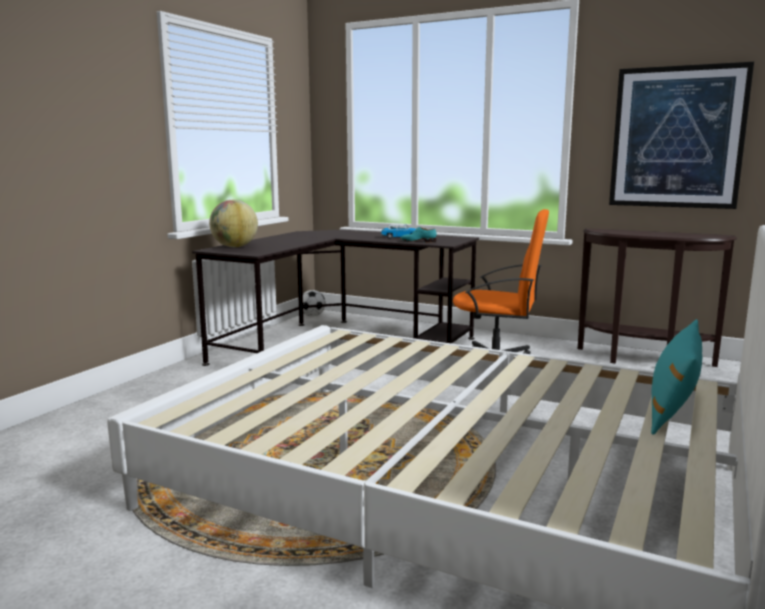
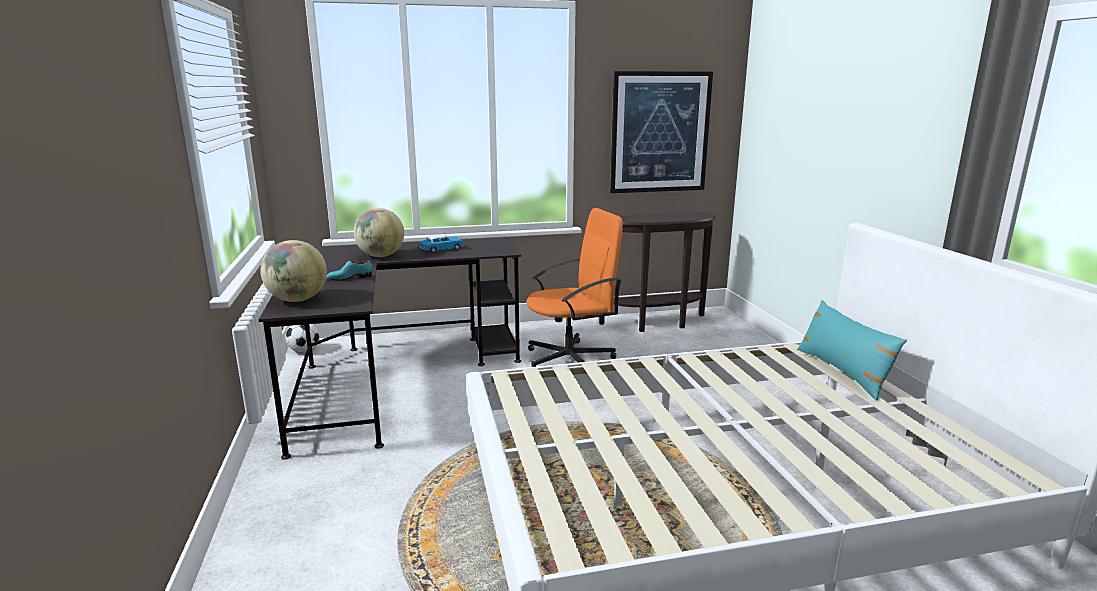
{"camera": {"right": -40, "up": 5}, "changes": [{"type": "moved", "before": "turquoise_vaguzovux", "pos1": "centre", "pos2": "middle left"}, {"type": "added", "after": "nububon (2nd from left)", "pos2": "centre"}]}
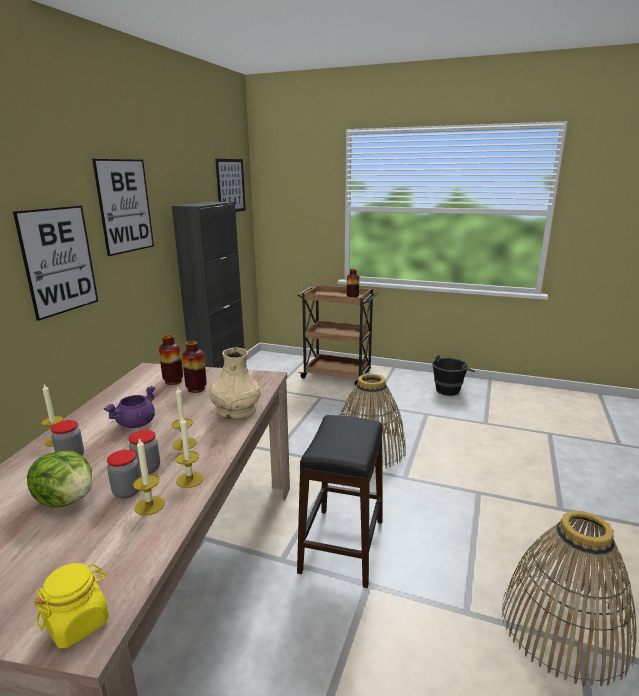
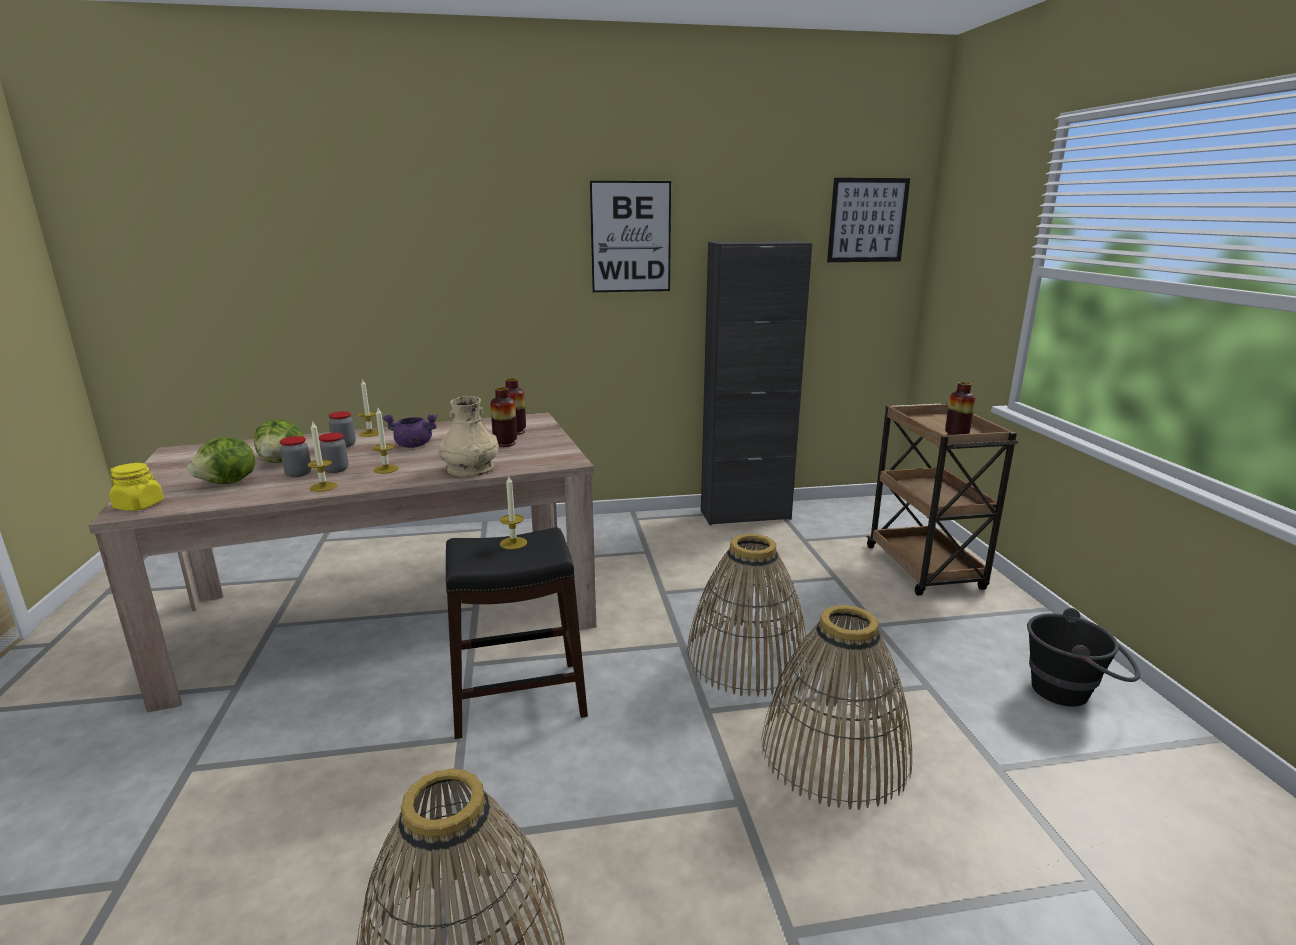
{"camera": {"right": 60, "up": 0}, "changes": [{"type": "removed", "before": "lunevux (1st from left)", "pos1": "middle left"}, {"type": "moved", "before": "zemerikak (2nd from left in the first image)", "after": "zemerikak (4th from left)", "pos1": "bottom left", "pos2": "centre"}, {"type": "added", "after": "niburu (1st from left)", "pos2": "middle left"}, {"type": "added", "after": "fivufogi (3rd from left)", "pos2": "bottom centre"}]}
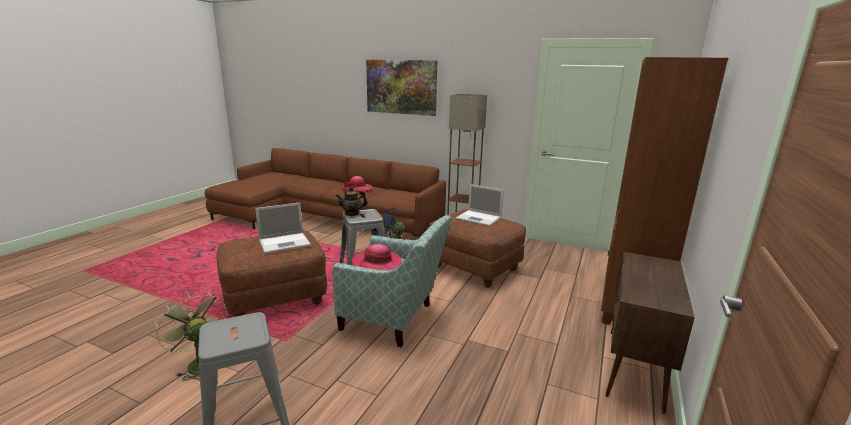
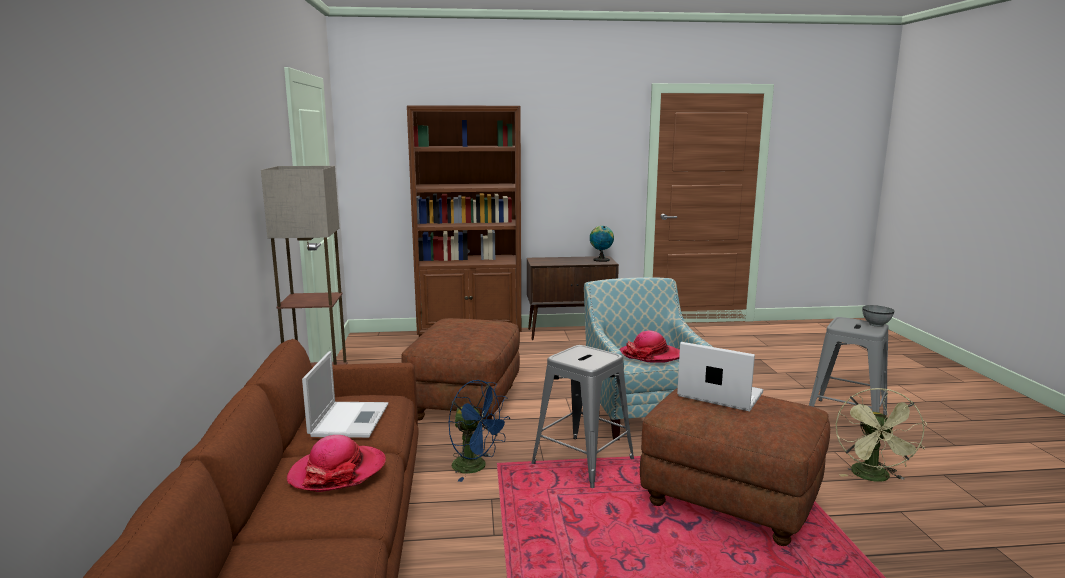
{"camera": {"right": -120, "up": -5}, "changes": [{"type": "removed", "before": "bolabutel", "pos1": "centre"}, {"type": "removed", "before": "lunevux", "pos1": "top centre"}, {"type": "moved", "before": "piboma (2nd from left in the first image)", "after": "piboma (1st from left)", "pos1": "centre", "pos2": "bottom left"}, {"type": "added", "after": "nububon", "pos2": "centre"}, {"type": "added", "after": "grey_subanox", "pos2": "middle right"}]}
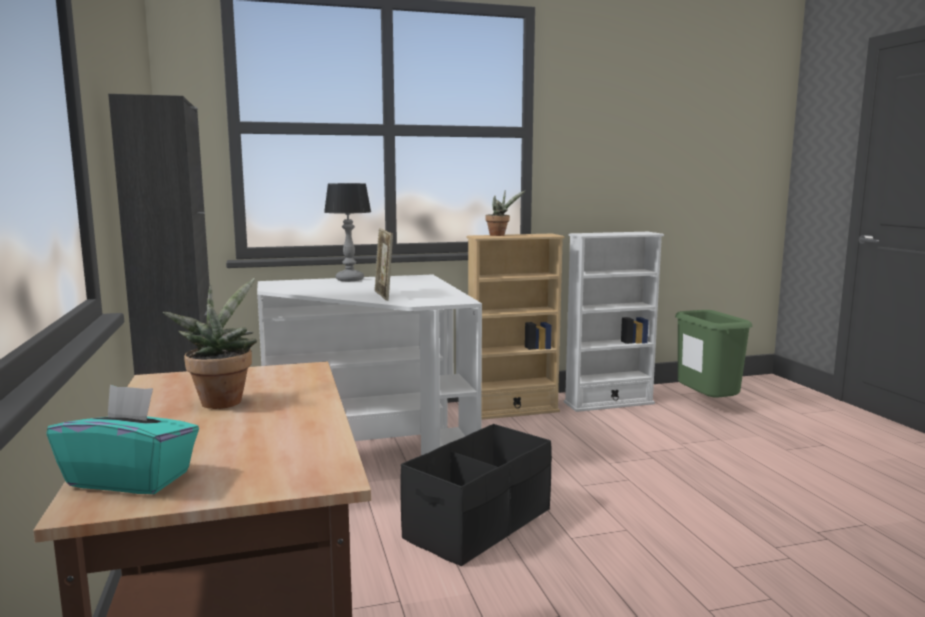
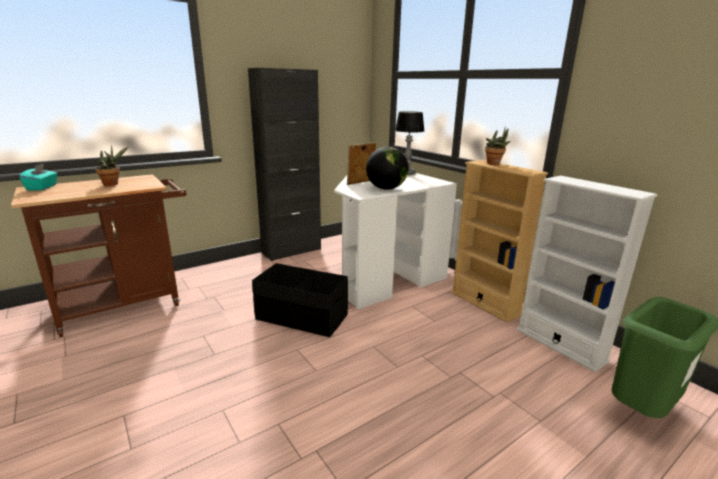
{"camera": {"right": 70, "up": 10}, "changes": [{"type": "added", "after": "nububon", "pos2": "centre"}]}
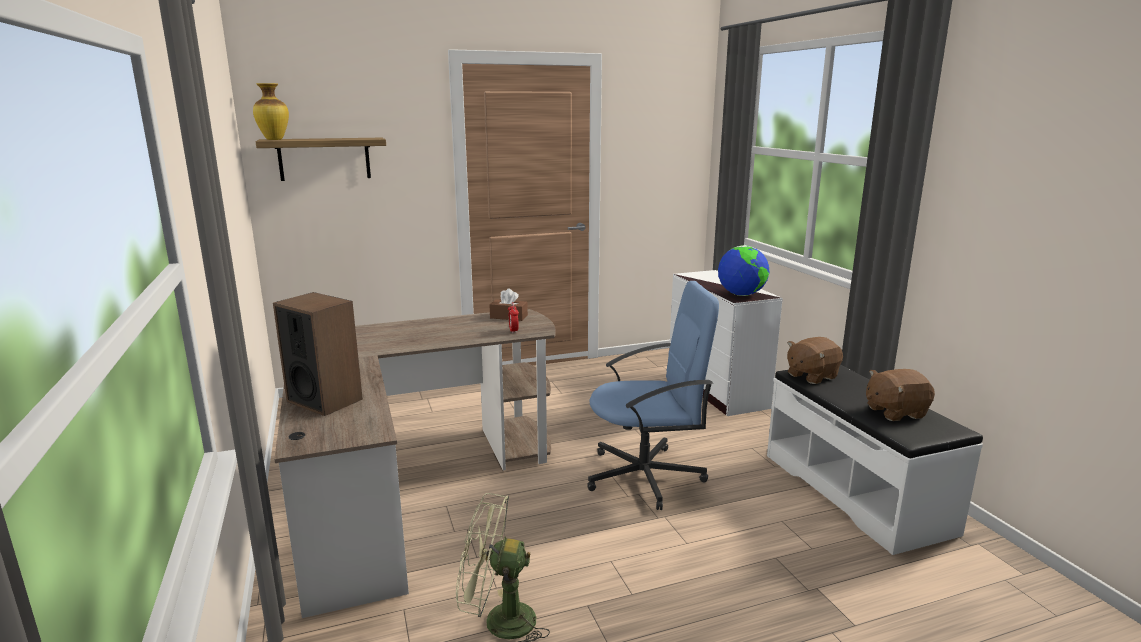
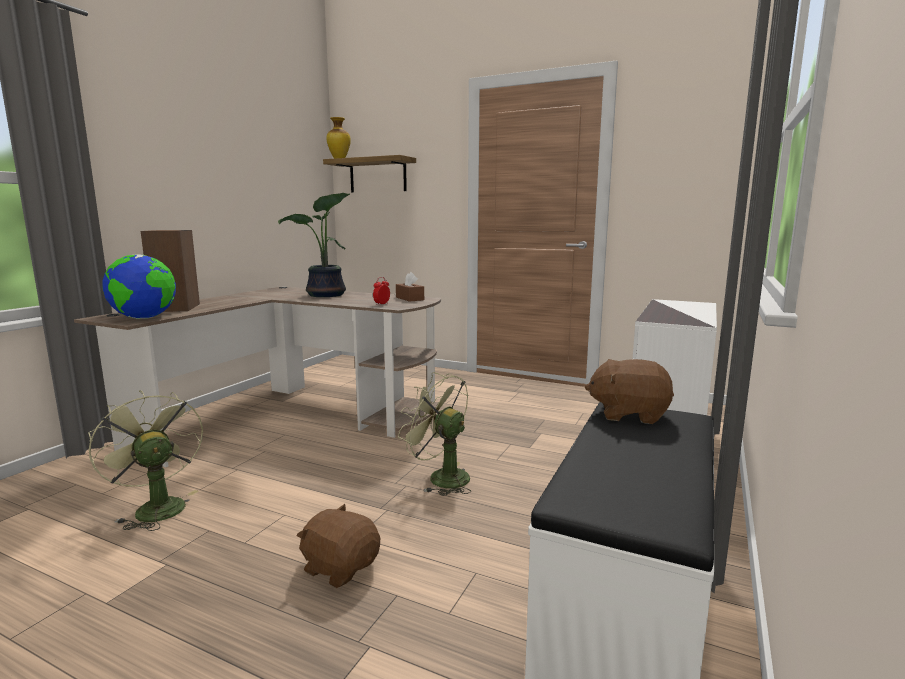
{"camera": {"right": 45, "up": -5}, "changes": [{"type": "replaced", "before": "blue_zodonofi", "after": "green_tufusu (2nd from left)", "pos1": "centre", "pos2": "centre"}, {"type": "moved", "before": "nububon", "pos1": "centre", "pos2": "middle left"}, {"type": "moved", "before": "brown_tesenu (2nd from left in the first image)", "after": "brown_tesenu (1st from left)", "pos1": "middle right", "pos2": "bottom centre"}, {"type": "added", "after": "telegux", "pos2": "centre"}]}
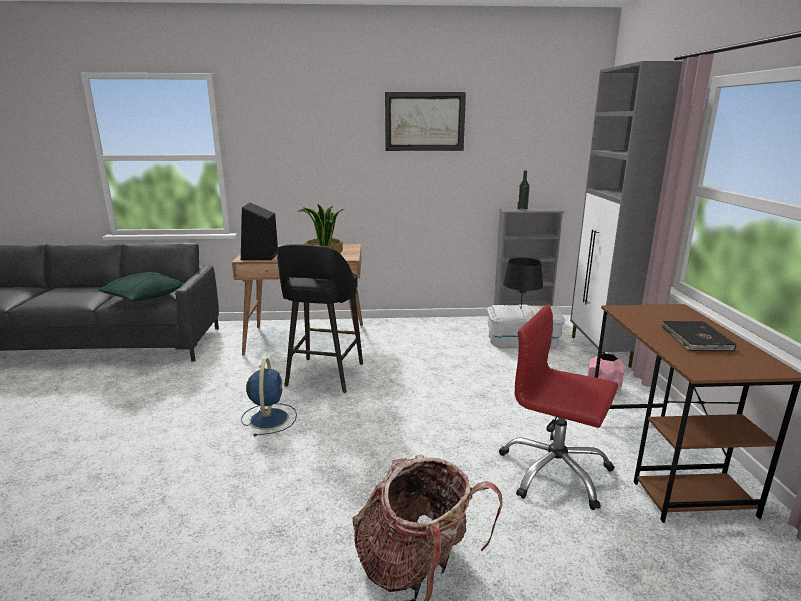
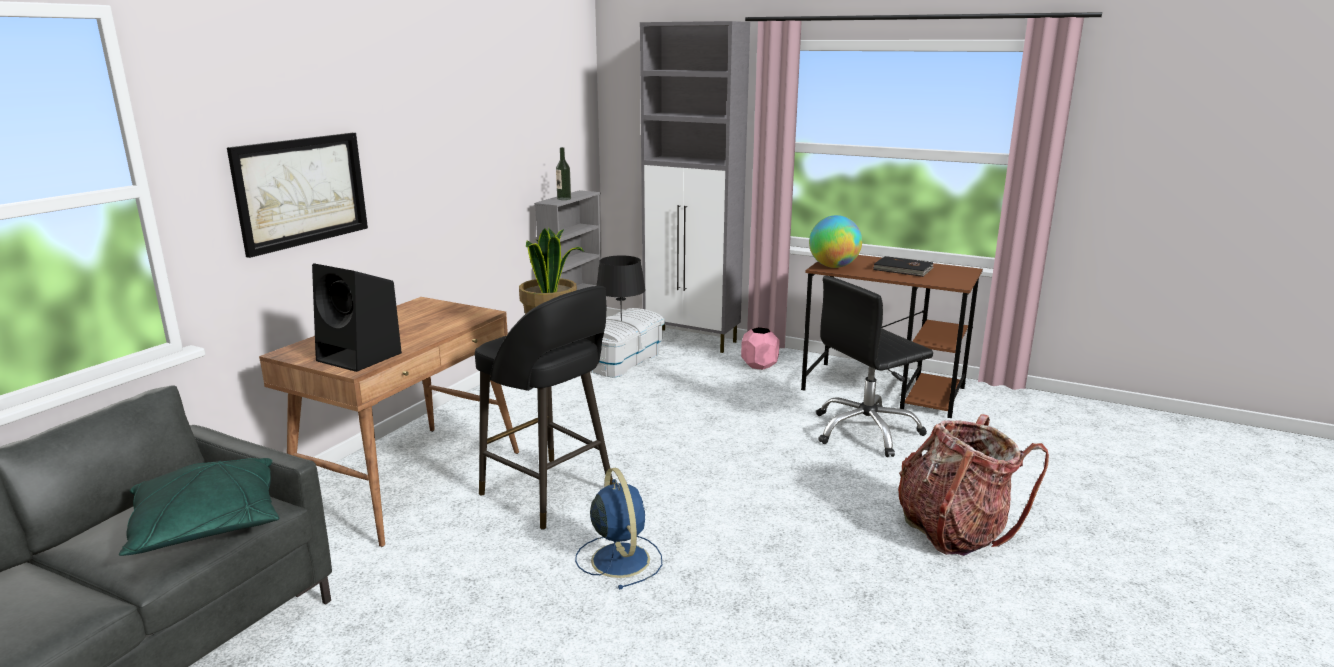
{"camera": {"right": -60, "up": 0}, "changes": [{"type": "turned", "before": "blue_tufusu", "pos1": "centre", "pos2": "bottom centre", "turn": 45}, {"type": "moved", "before": "lunevux", "pos1": "top centre", "pos2": "top left"}, {"type": "recoloured", "before": "red_zodonofi", "after": "black_zodonofi", "pos1": "bottom right", "pos2": "centre"}, {"type": "added", "after": "nububon", "pos2": "centre"}]}
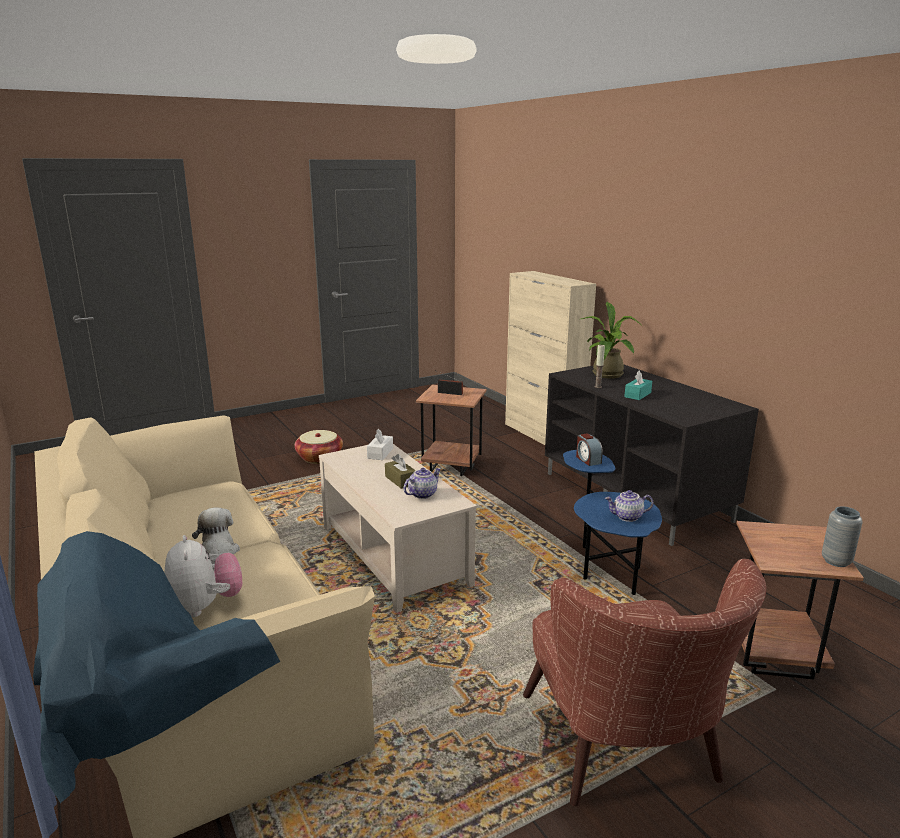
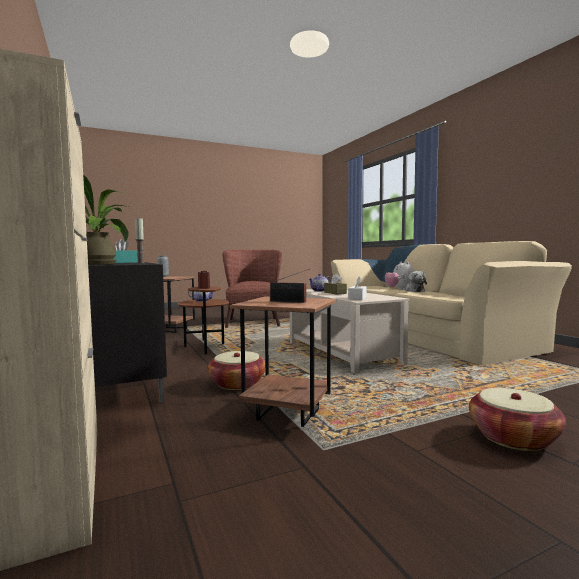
{"camera": {"right": -175, "up": -15}, "changes": [{"type": "recoloured", "before": "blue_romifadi", "after": "brown_romifadi (2nd from left)", "pos1": "middle right", "pos2": "centre"}, {"type": "added", "after": "fivufogi (1st from left)", "pos2": "centre"}]}
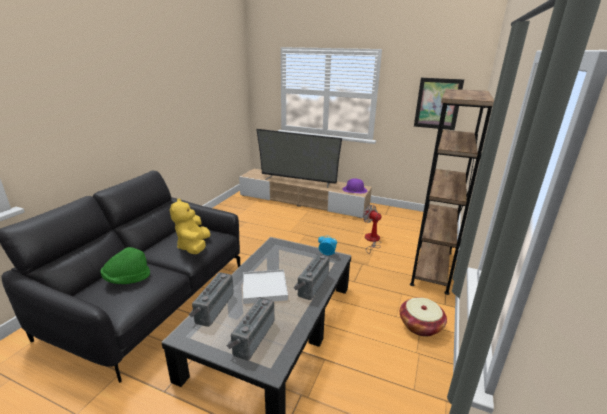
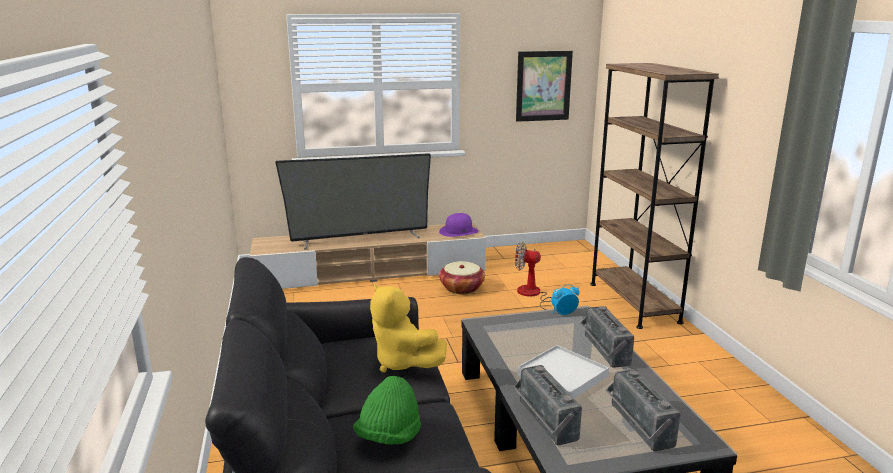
{"camera": {"right": -35, "up": -5}, "changes": [{"type": "moved", "before": "fivufogi", "pos1": "bottom right", "pos2": "centre"}]}
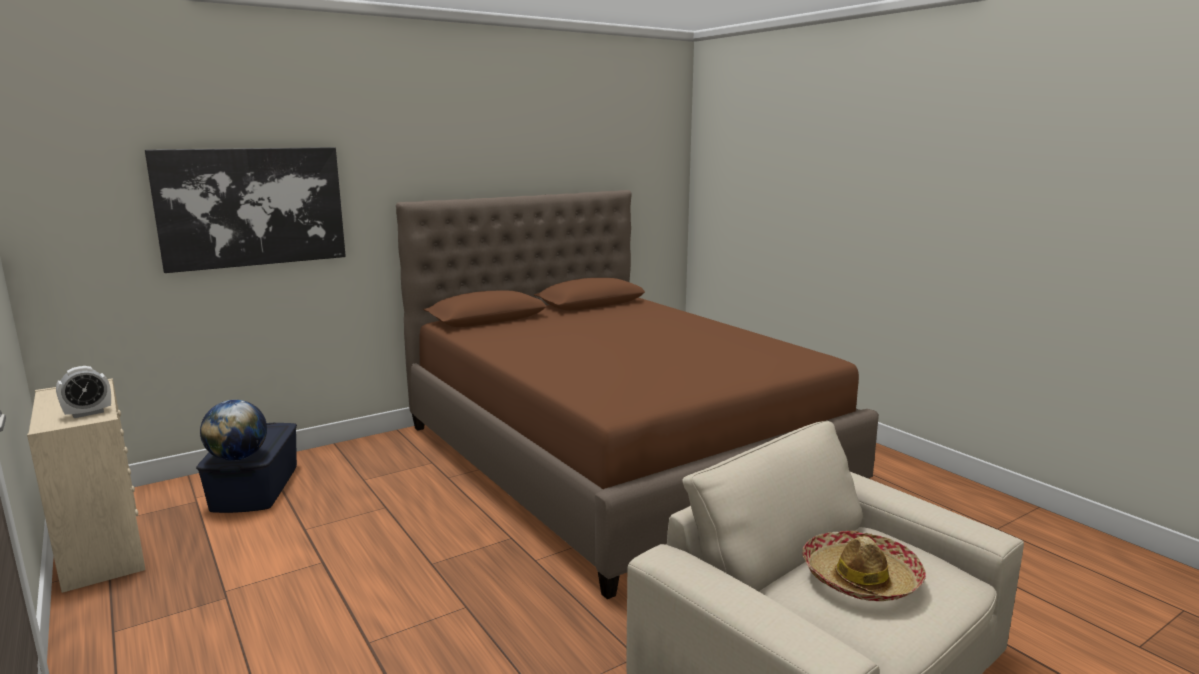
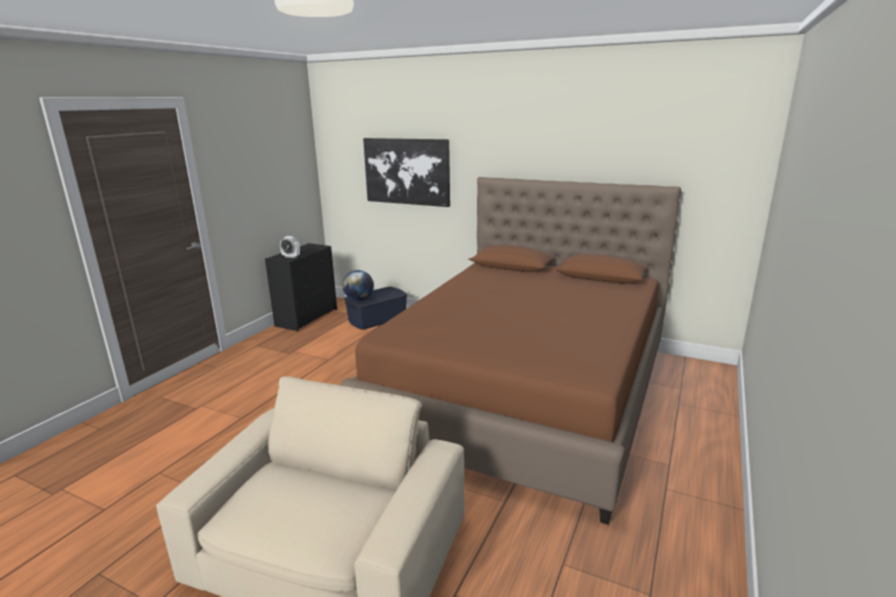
{"camera": {"right": 60, "up": 5}, "changes": [{"type": "recoloured", "before": "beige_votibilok", "after": "black_votibilok", "pos1": "bottom left", "pos2": "centre"}, {"type": "removed", "before": "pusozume", "pos1": "bottom right"}]}
